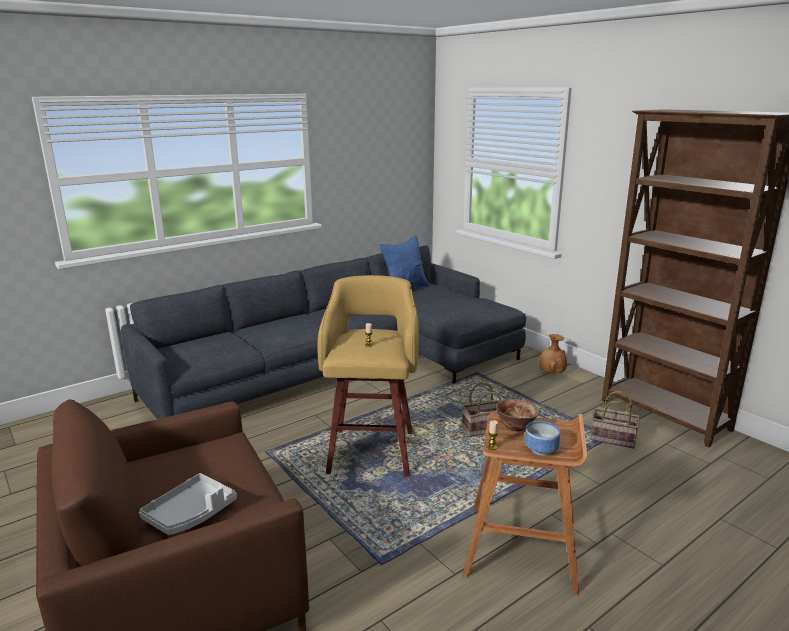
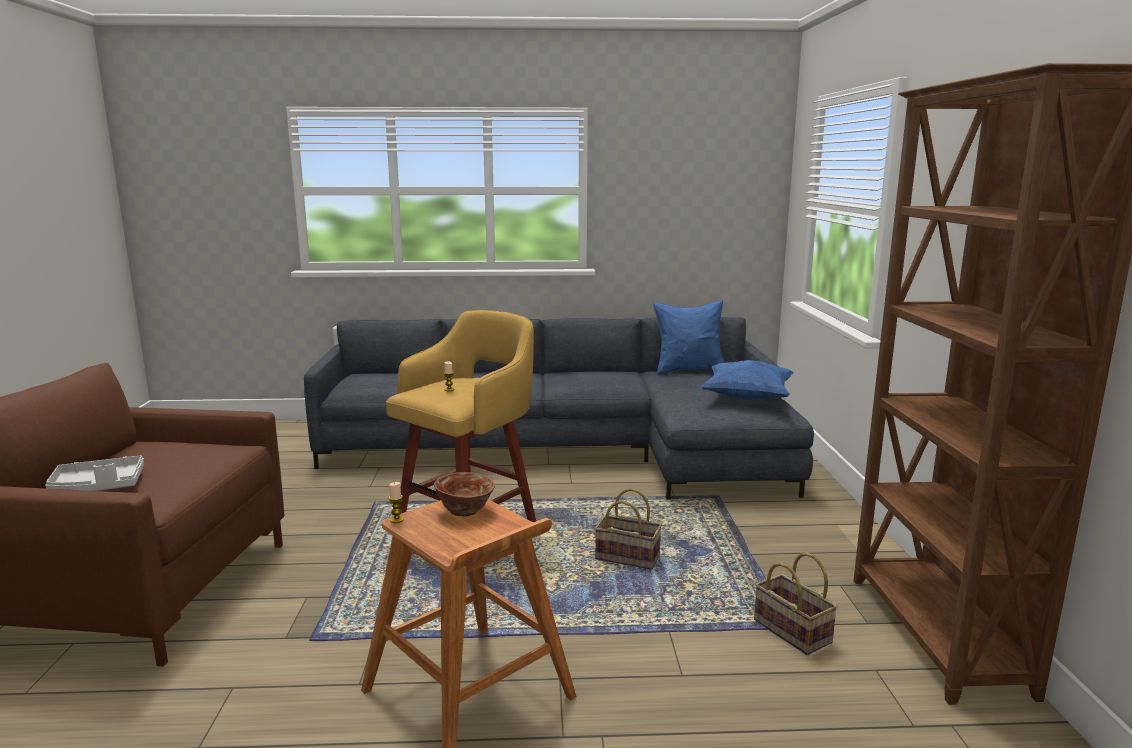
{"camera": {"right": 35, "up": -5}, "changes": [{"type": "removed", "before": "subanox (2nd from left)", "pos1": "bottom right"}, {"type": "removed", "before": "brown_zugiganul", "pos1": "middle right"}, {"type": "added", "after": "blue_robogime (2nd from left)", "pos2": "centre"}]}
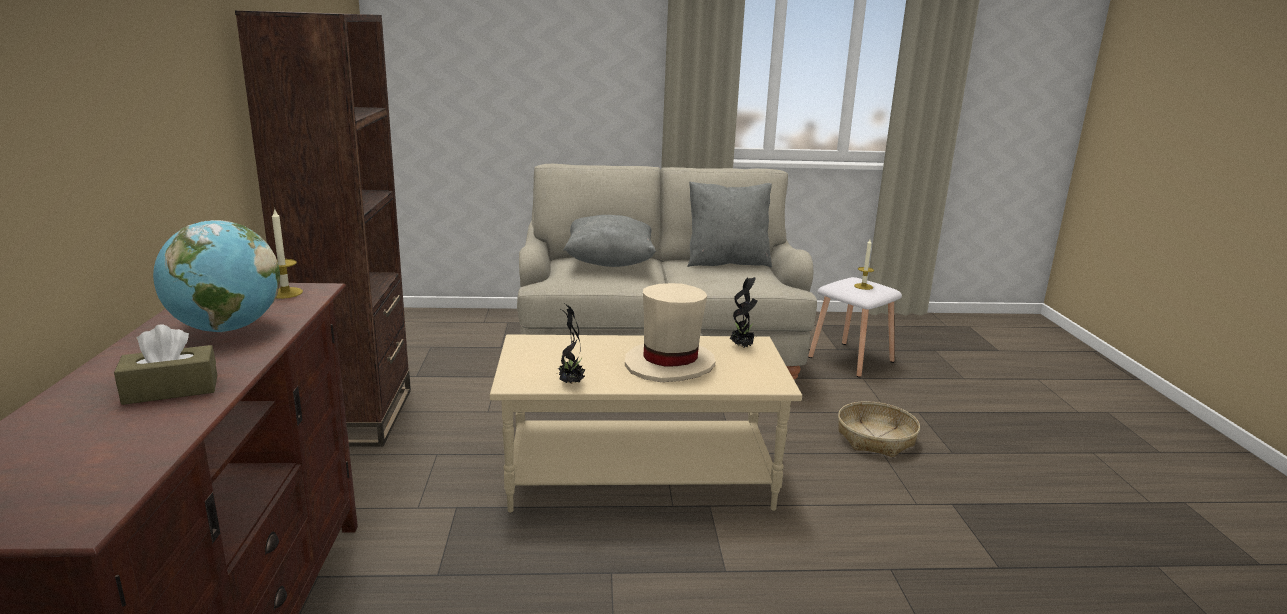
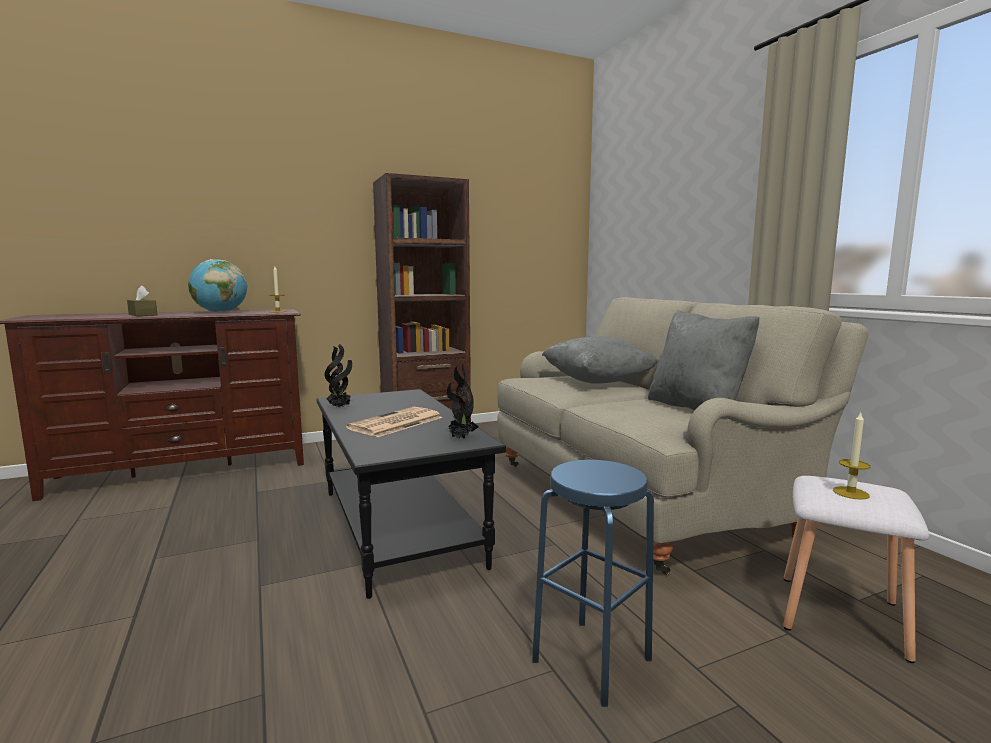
{"camera": {"right": 70, "up": -10}, "changes": [{"type": "recoloured", "before": "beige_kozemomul", "after": "black_kozemomul", "pos1": "bottom centre", "pos2": "centre"}, {"type": "replaced", "before": "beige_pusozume", "after": "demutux", "pos1": "centre", "pos2": "centre"}, {"type": "replaced", "before": "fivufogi", "after": "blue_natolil", "pos1": "bottom right", "pos2": "bottom centre"}]}
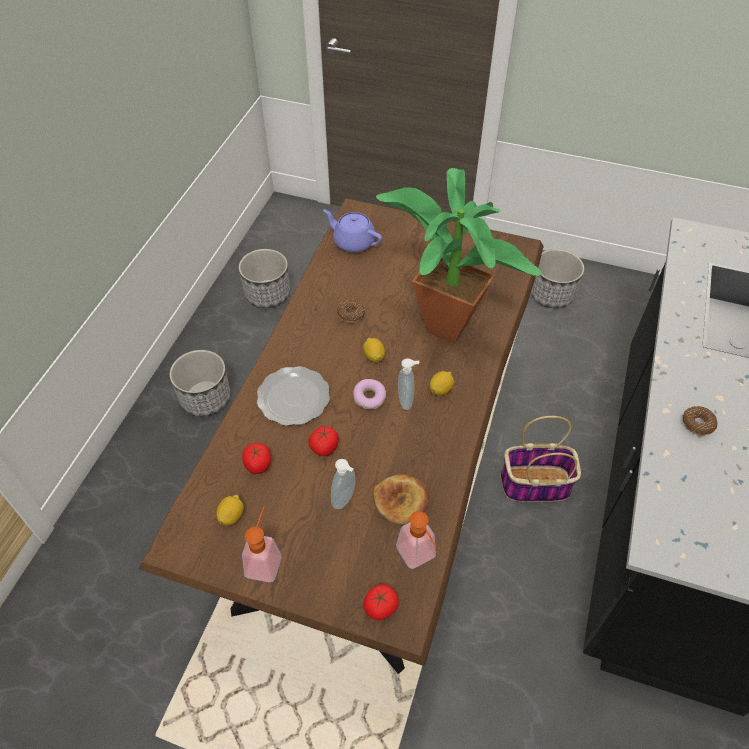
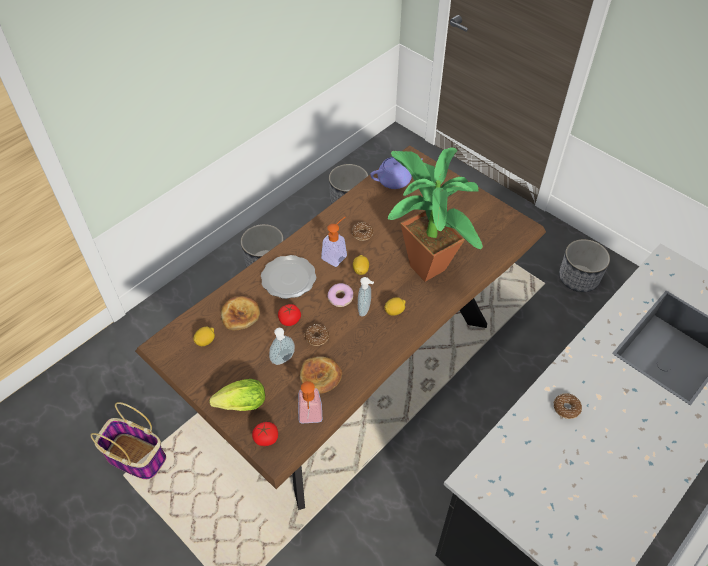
{"camera": {"right": 25, "up": 0}, "changes": [{"type": "replaced", "before": "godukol (1st from left)", "after": "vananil (1st from left)", "pos1": "centre", "pos2": "centre"}, {"type": "moved", "before": "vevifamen (1st from left in the first image)", "after": "vevifamen (3rd from left)", "pos1": "bottom centre", "pos2": "centre"}, {"type": "turned", "before": "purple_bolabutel", "pos1": "top centre", "pos2": "top centre", "turn": 105}, {"type": "moved", "before": "fivufogi", "pos1": "middle right", "pos2": "bottom left"}, {"type": "added", "after": "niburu", "pos2": "bottom centre"}, {"type": "added", "after": "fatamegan (1st from left)", "pos2": "centre"}]}
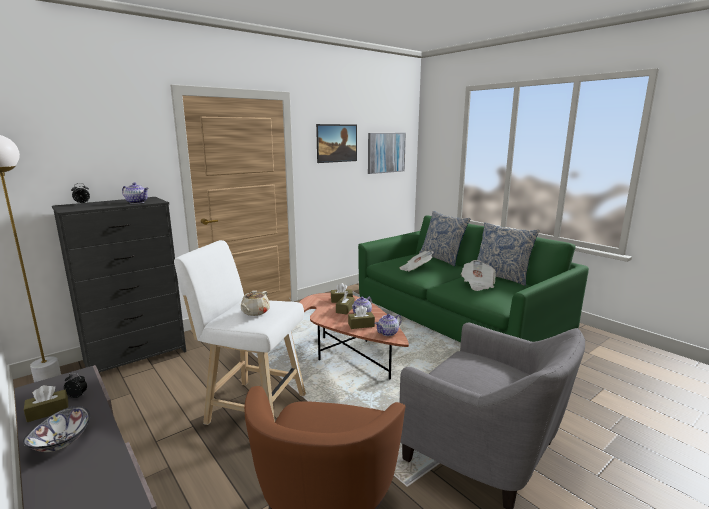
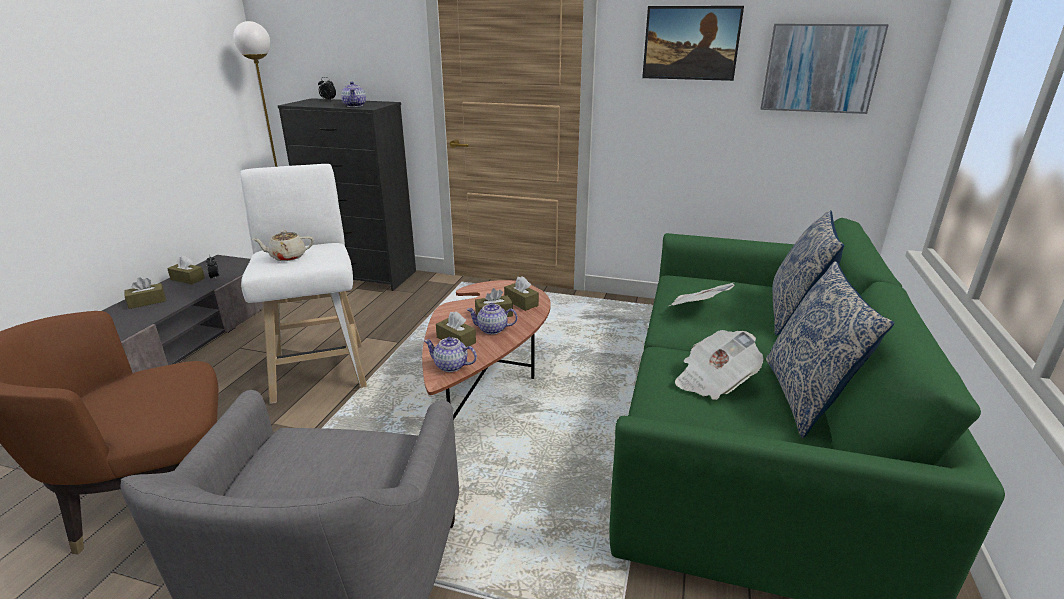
{"camera": {"right": 55, "up": 10}, "changes": [{"type": "replaced", "before": "subanox", "after": "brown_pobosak (1st from left)", "pos1": "bottom left", "pos2": "middle left"}]}
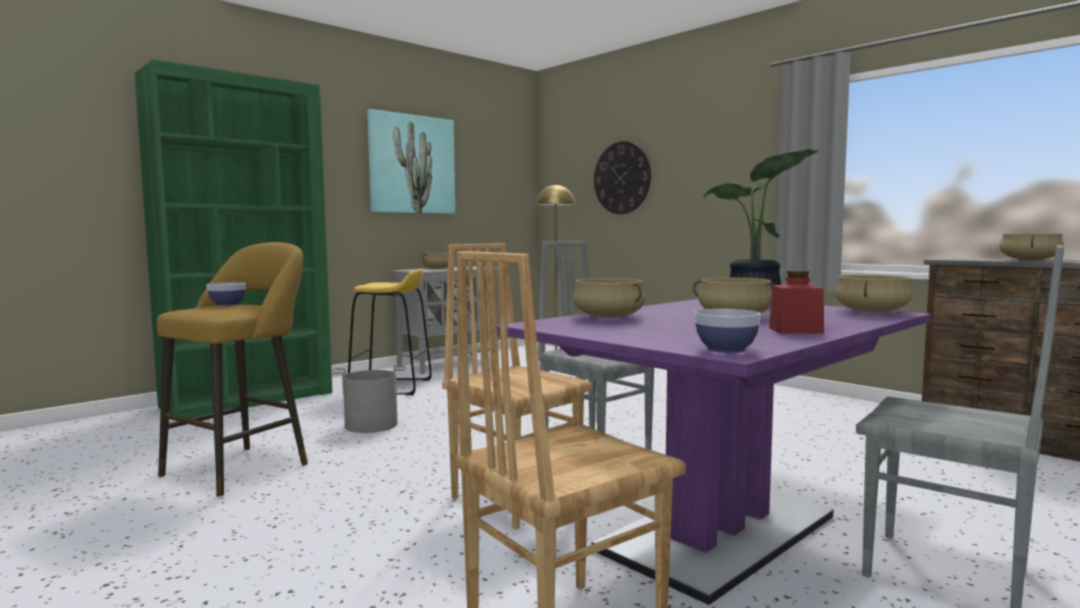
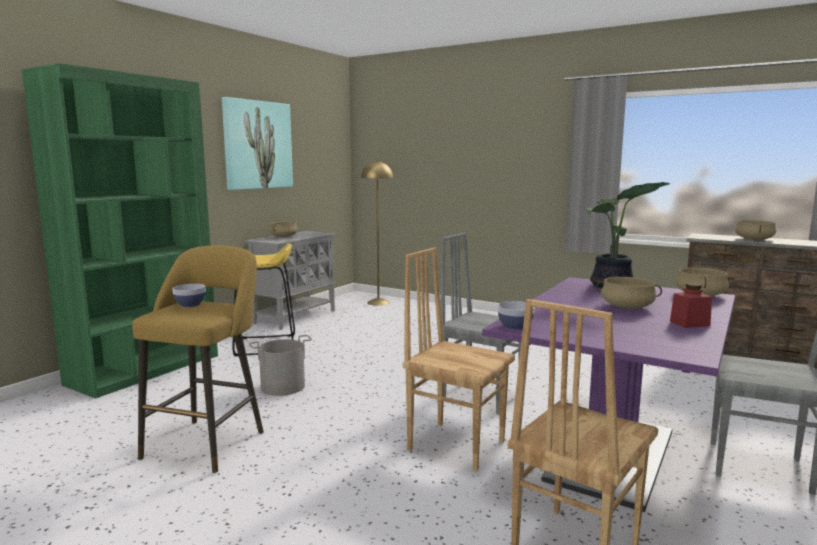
{"camera": {"right": -15, "up": 5}, "changes": [{"type": "removed", "before": "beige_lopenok (2nd from left)", "pos1": "centre"}, {"type": "removed", "before": "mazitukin", "pos1": "top centre"}, {"type": "moved", "before": "subanox (2nd from left)", "pos1": "middle right", "pos2": "centre"}]}
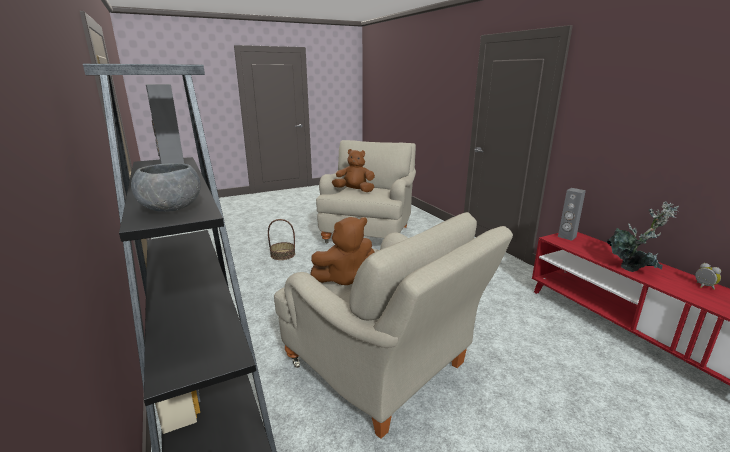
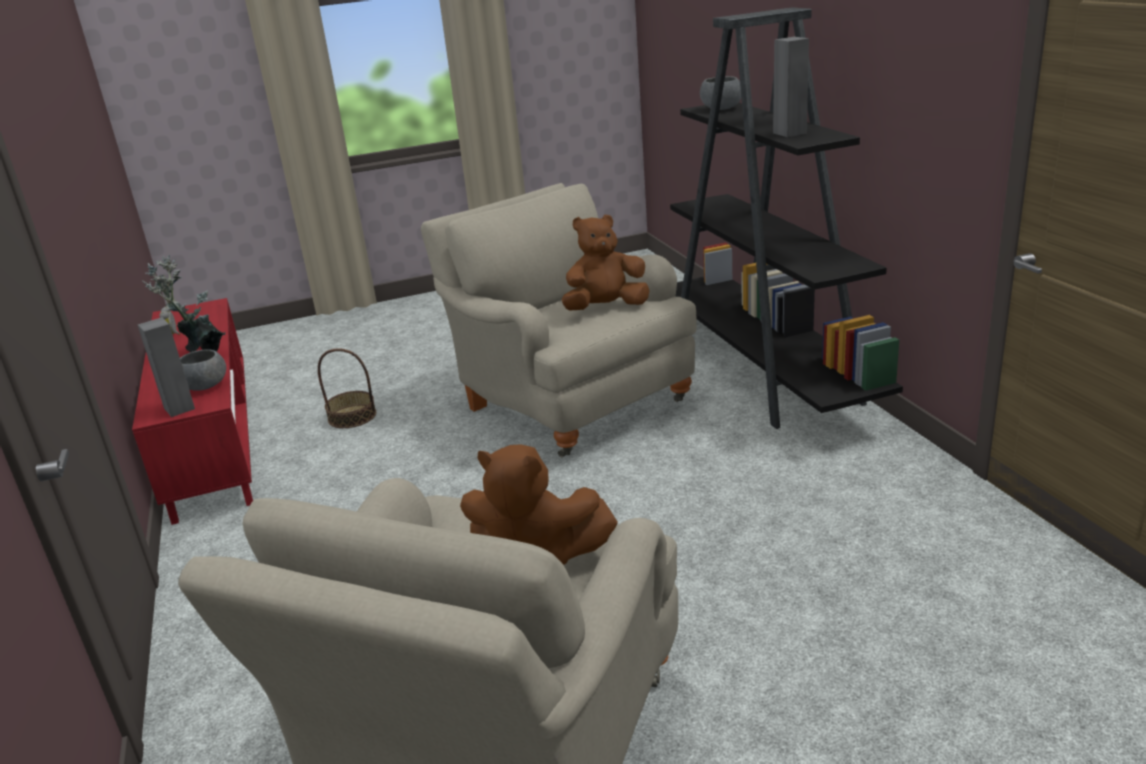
{"camera": {"right": -170, "up": 5}, "changes": [{"type": "moved", "before": "fivufogi", "pos1": "centre", "pos2": "middle left"}, {"type": "added", "after": "grey_subanox (1st from left)", "pos2": "middle left"}]}
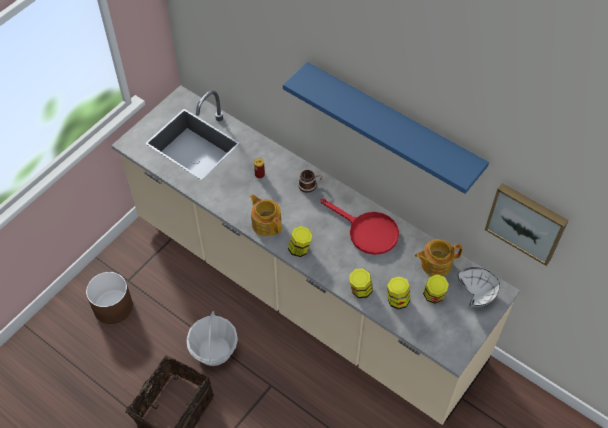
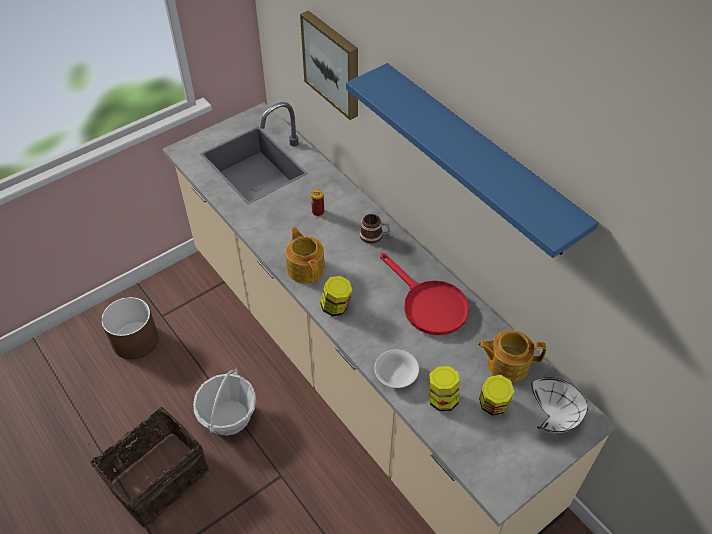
{"camera": {"right": 15, "up": -5}, "changes": [{"type": "replaced", "before": "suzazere (2nd from left)", "after": "white_subanox (1st from left)", "pos1": "centre", "pos2": "bottom centre"}, {"type": "moved", "before": "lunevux", "pos1": "middle right", "pos2": "top centre"}]}
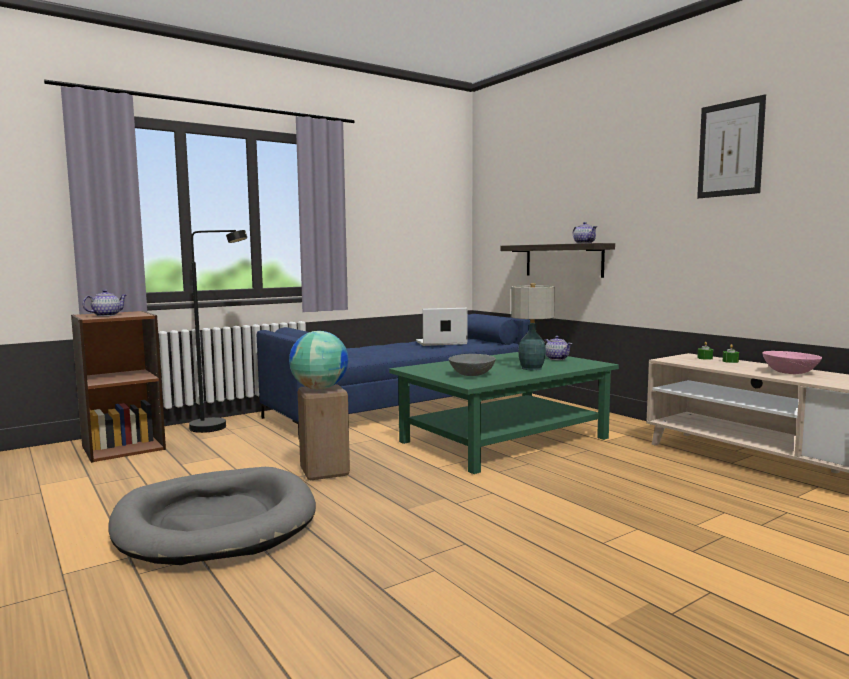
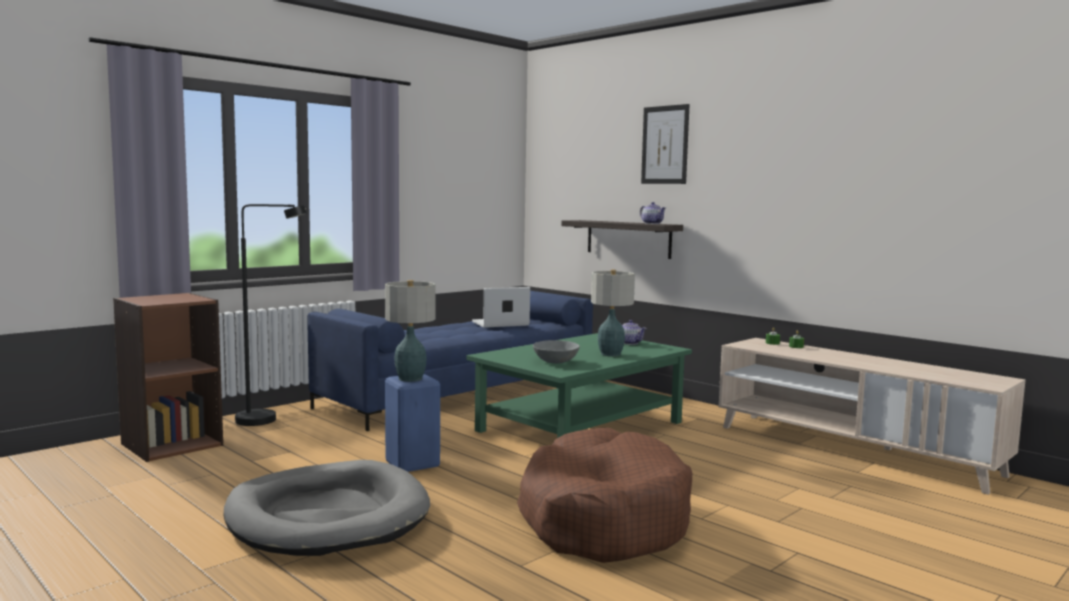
{"camera": {"right": -10, "up": 0}, "changes": [{"type": "removed", "before": "bolabutel (1st from left)", "pos1": "middle left"}, {"type": "replaced", "before": "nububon", "after": "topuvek (1st from left)", "pos1": "centre", "pos2": "centre"}, {"type": "recoloured", "before": "beige_natolil", "after": "blue_natolil", "pos1": "centre", "pos2": "bottom centre"}, {"type": "moved", "before": "lunevux", "pos1": "top right", "pos2": "top centre"}, {"type": "removed", "before": "pink_subanox", "pos1": "middle right"}, {"type": "added", "after": "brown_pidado", "pos2": "bottom centre"}]}
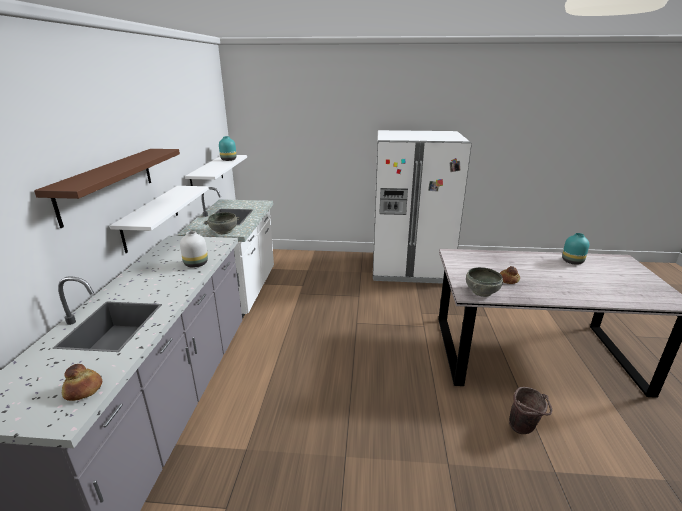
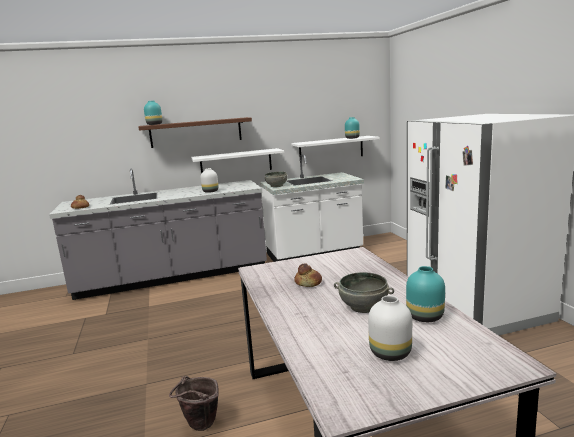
{"camera": {"right": 70, "up": -10}, "changes": [{"type": "moved", "before": "grey_subanox (2nd from left)", "pos1": "middle right", "pos2": "bottom centre"}, {"type": "added", "after": "turquoise_zugiganul (1st from left)", "pos2": "top left"}, {"type": "added", "after": "white_zugiganul (2nd from left)", "pos2": "bottom right"}]}
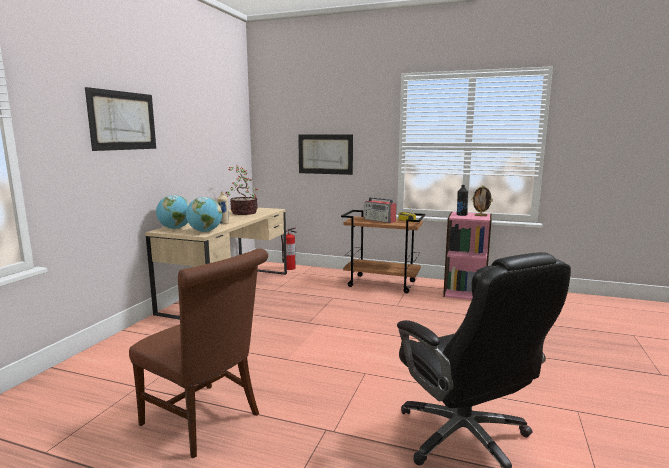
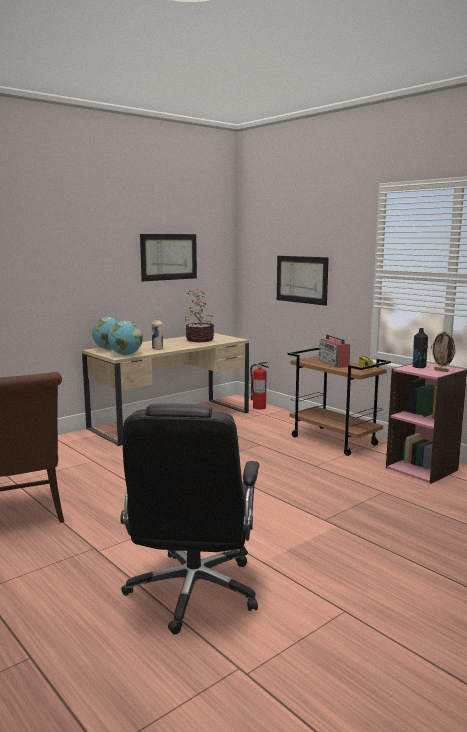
{"camera": {"right": 30, "up": 0}, "changes": [{"type": "moved", "before": "lunevux (1st from left)", "pos1": "top left", "pos2": "centre"}]}
